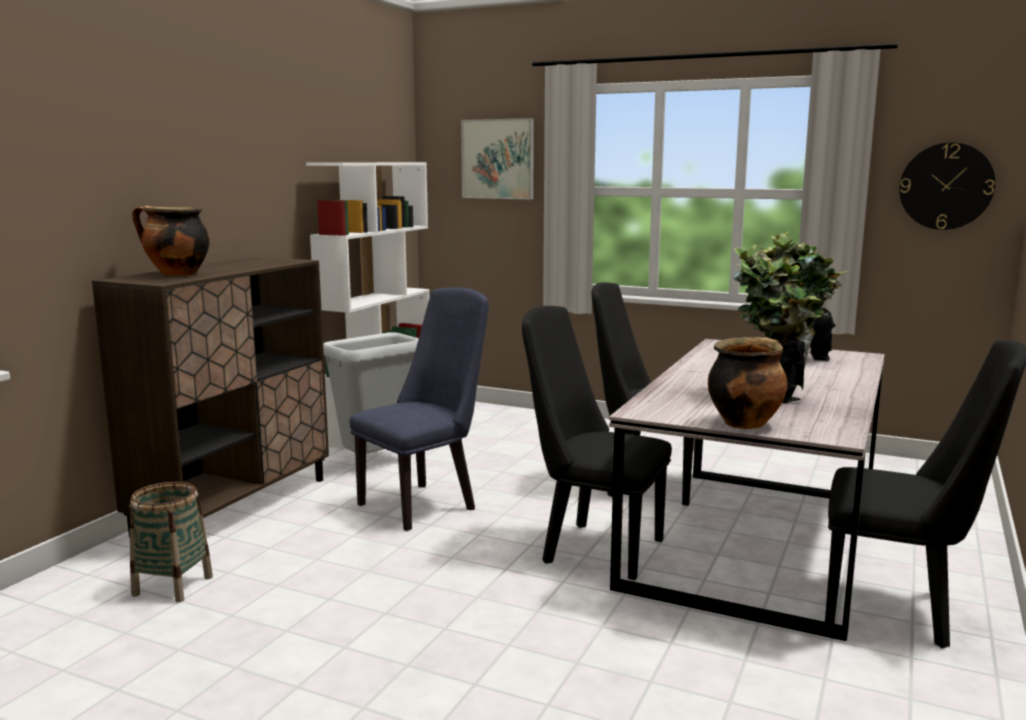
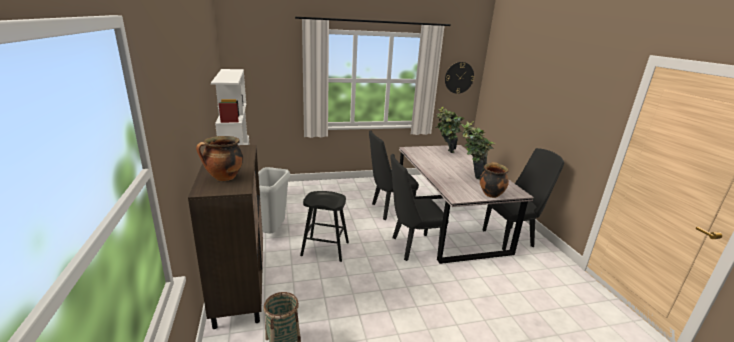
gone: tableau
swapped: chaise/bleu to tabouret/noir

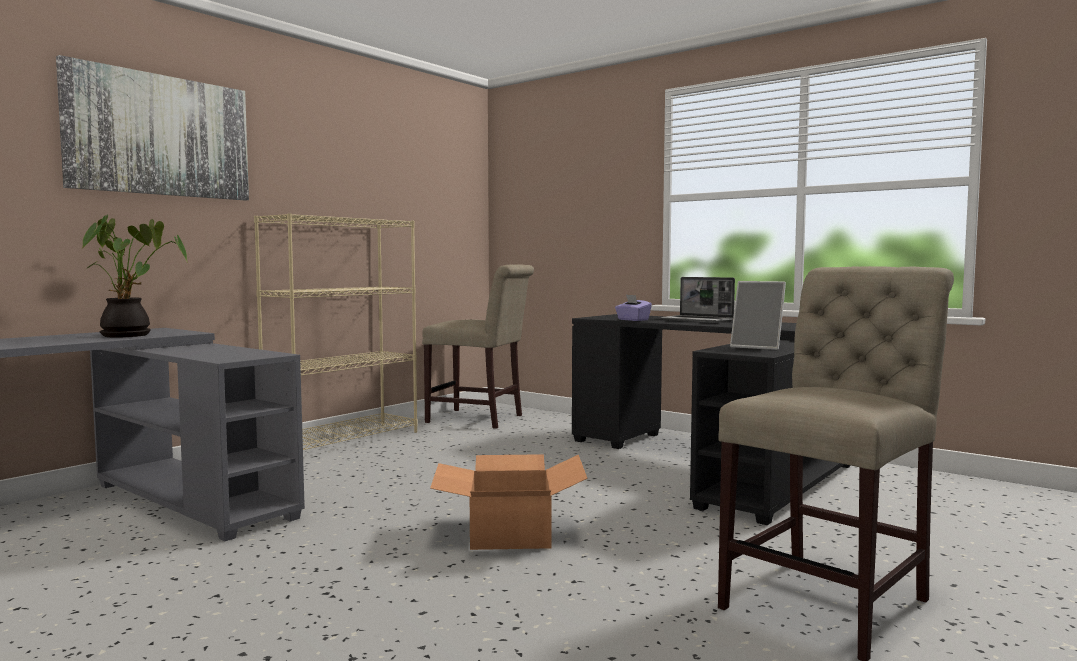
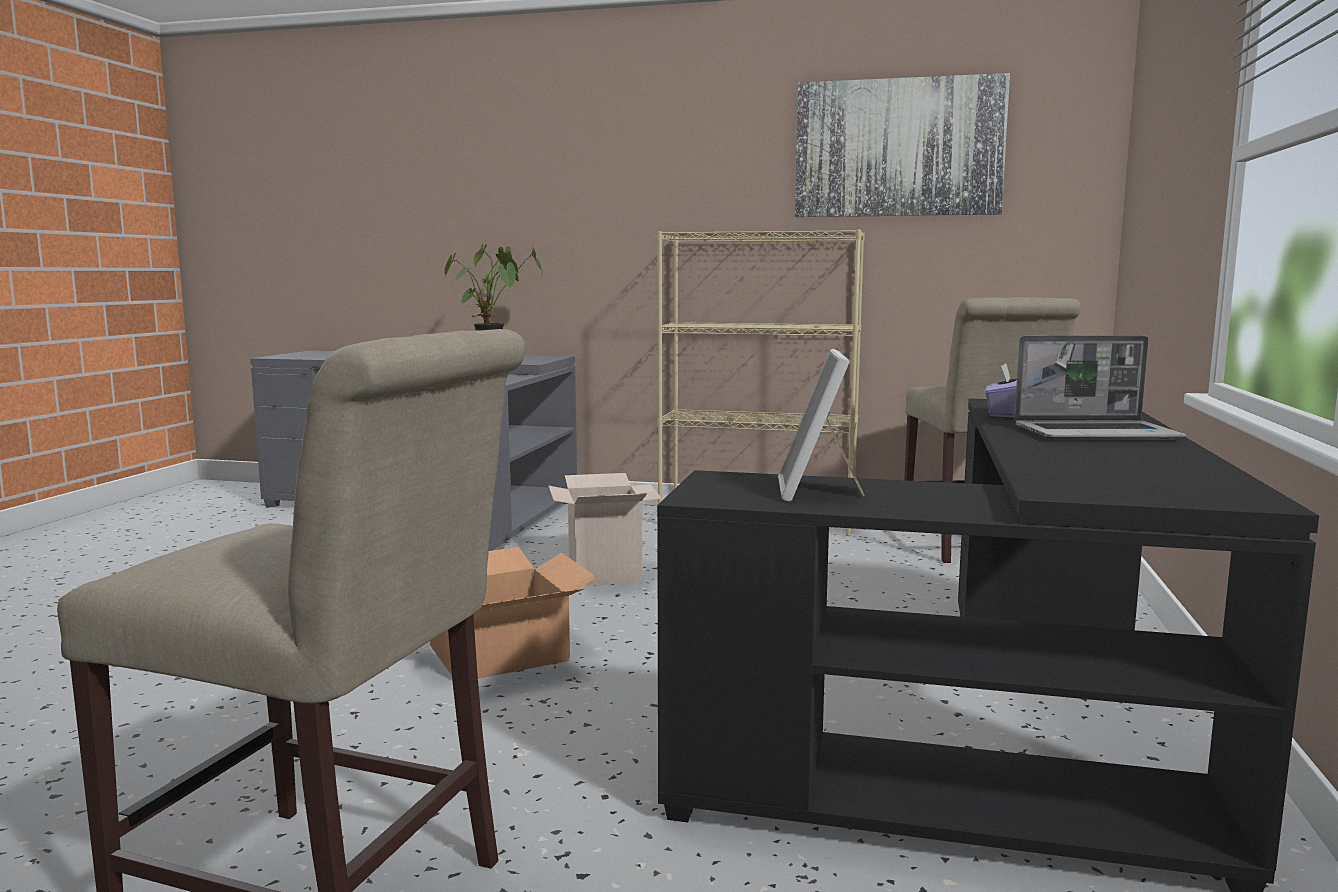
new: carton (no. 2 from left)
shifted: tableau
rotated: ordinateur portable 105 degrees counterclockwise

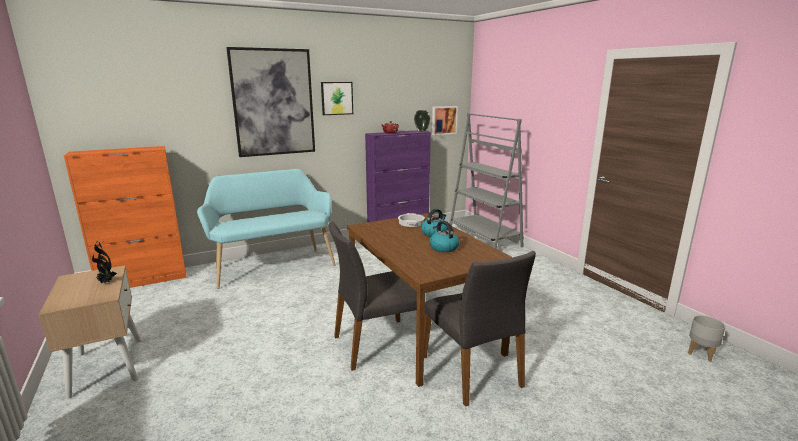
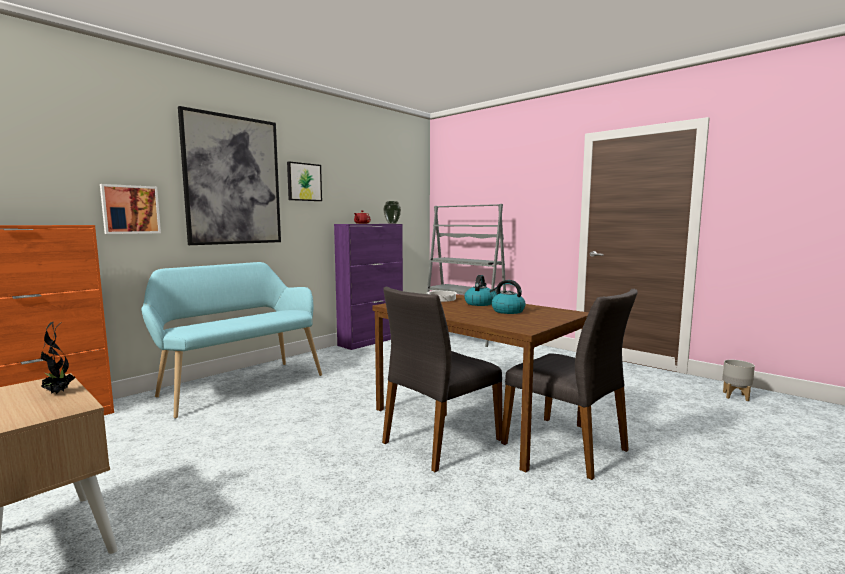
shifted: tableau (no. 3 from left in the first image) to tableau (no. 1 from left)

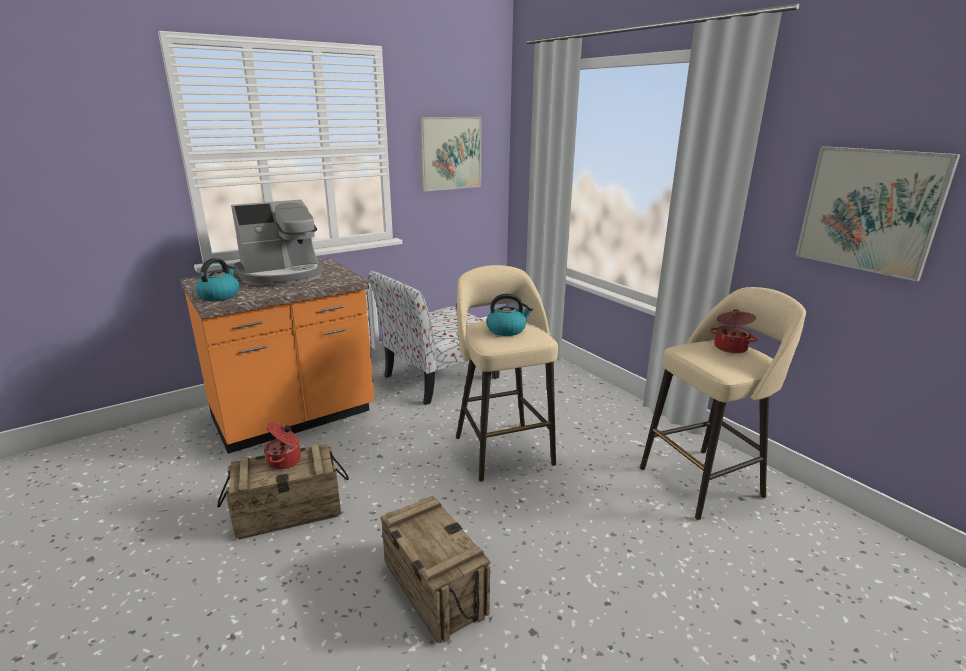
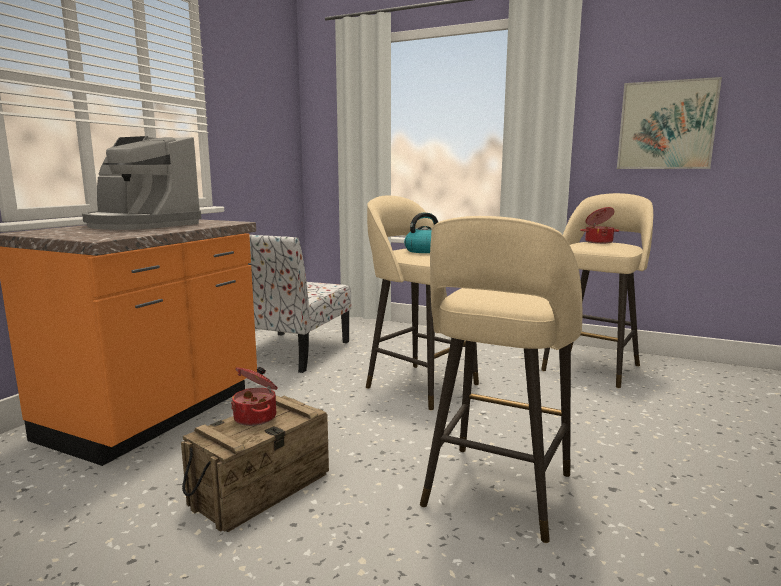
gone: bouilloire (no. 1 from left); tableau (no. 1 from left)
swapped: caisse (no. 2 from left) to tabouret/beige (no. 2 from left)
rotated: machine à café 90 degrees clockwise

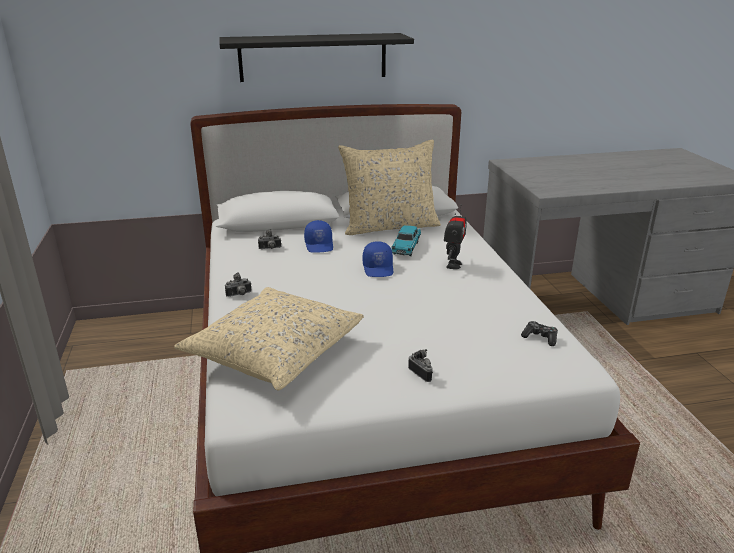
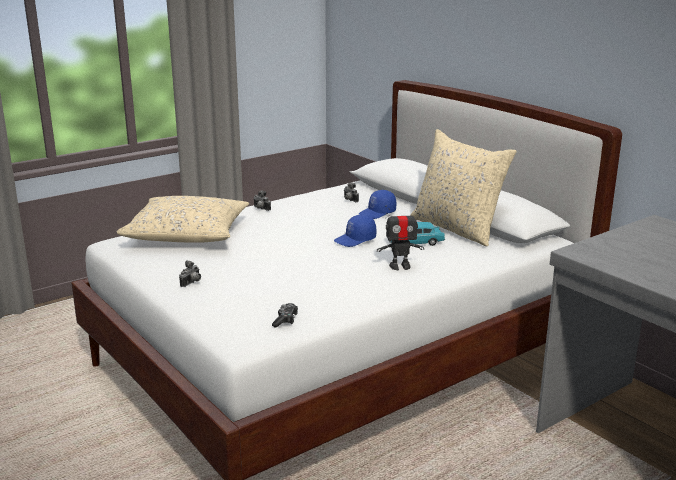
gone: étagère/noir

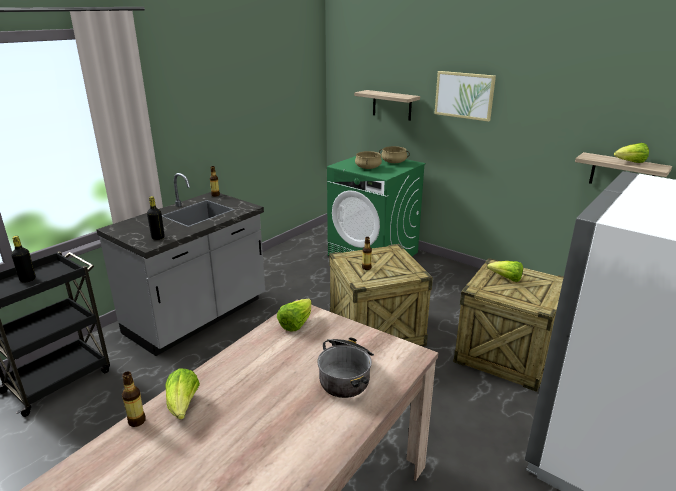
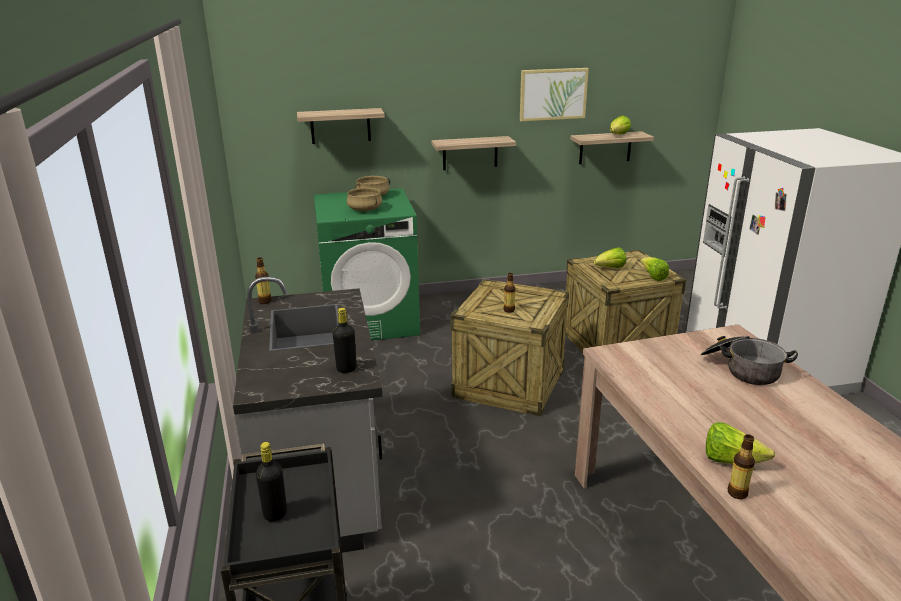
new: étagère (no. 2 from left)
shifted: laitue (no. 2 from left in the first image) to laitue (no. 3 from left); tableau

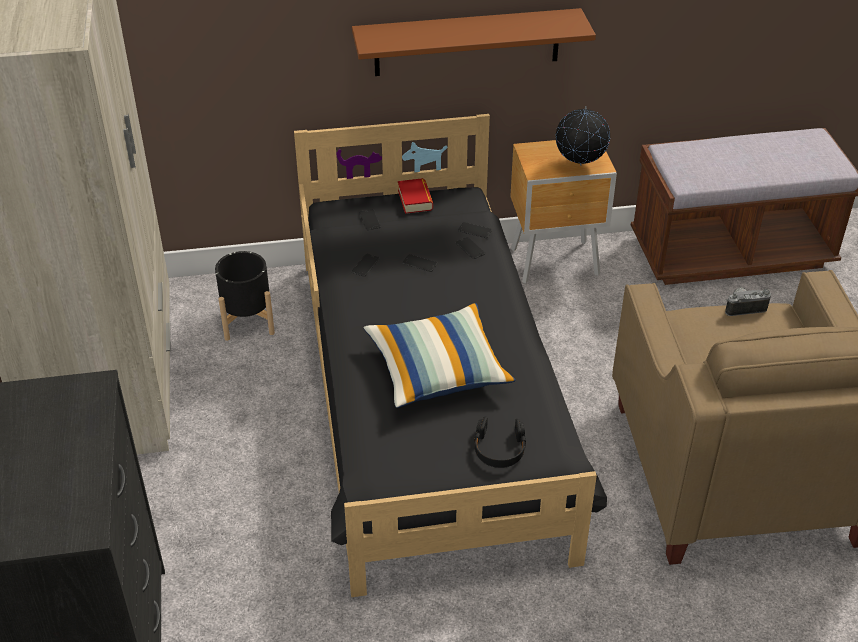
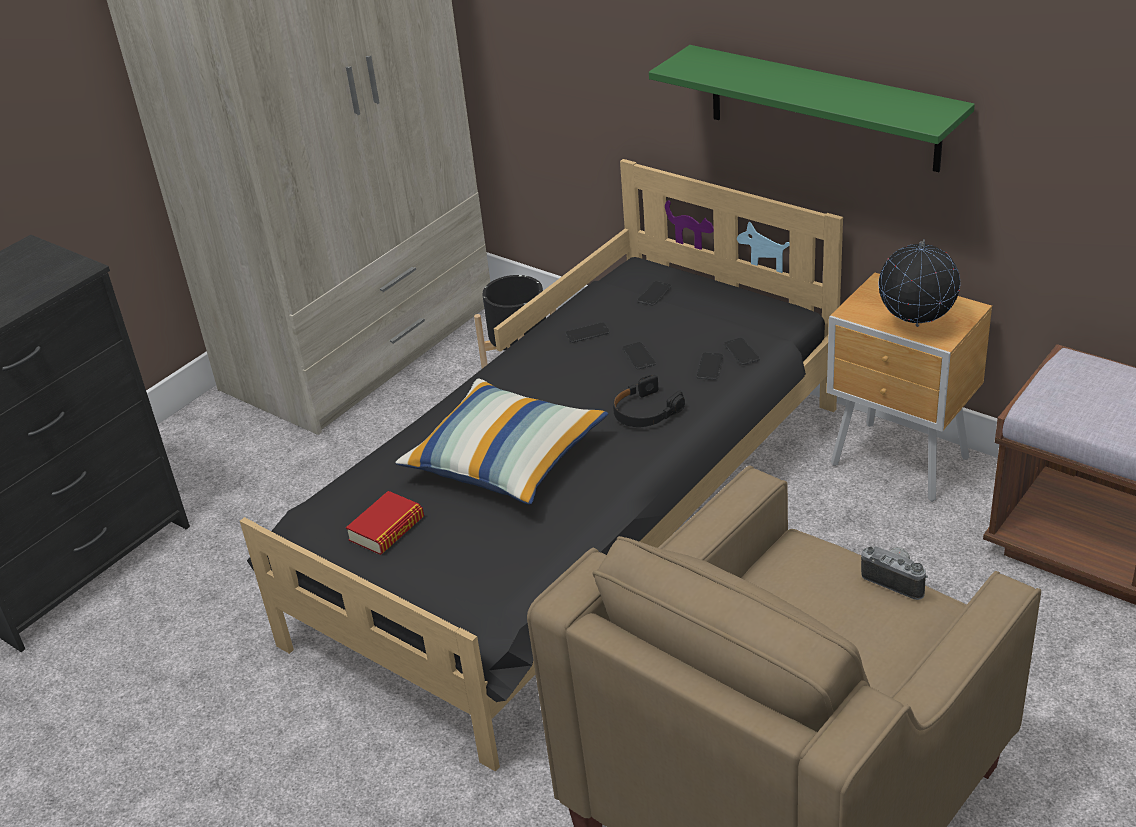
shifted: livre; casque audio/noir
repainted: étagère/marron to étagère/vert

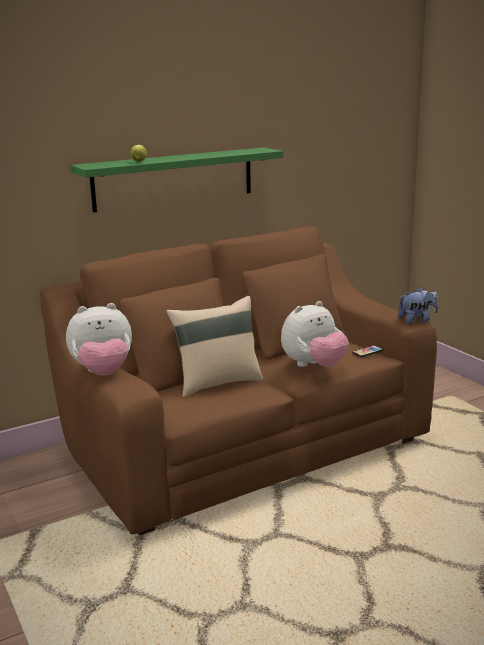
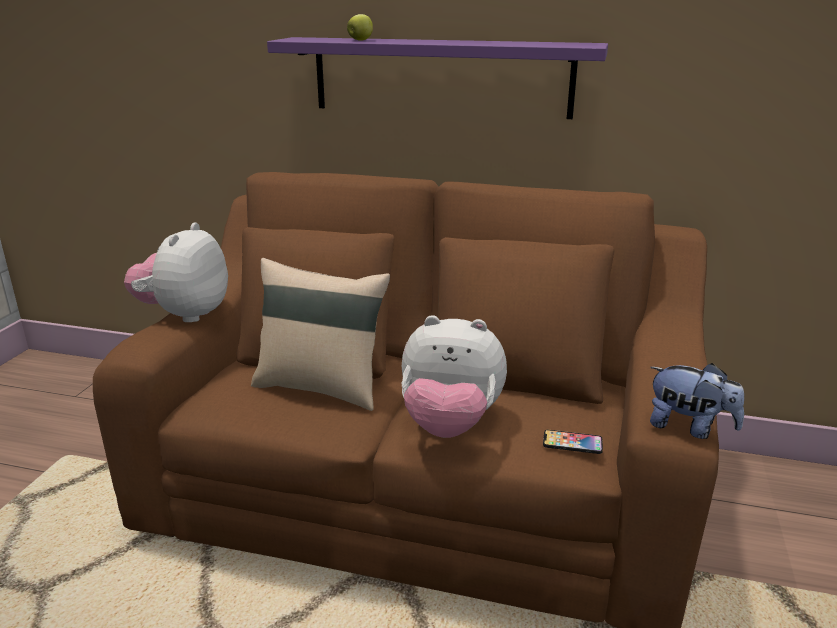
repainted: étagère/vert to étagère/violet
rotated: peluche (no. 1 from left) 75 degrees clockwise

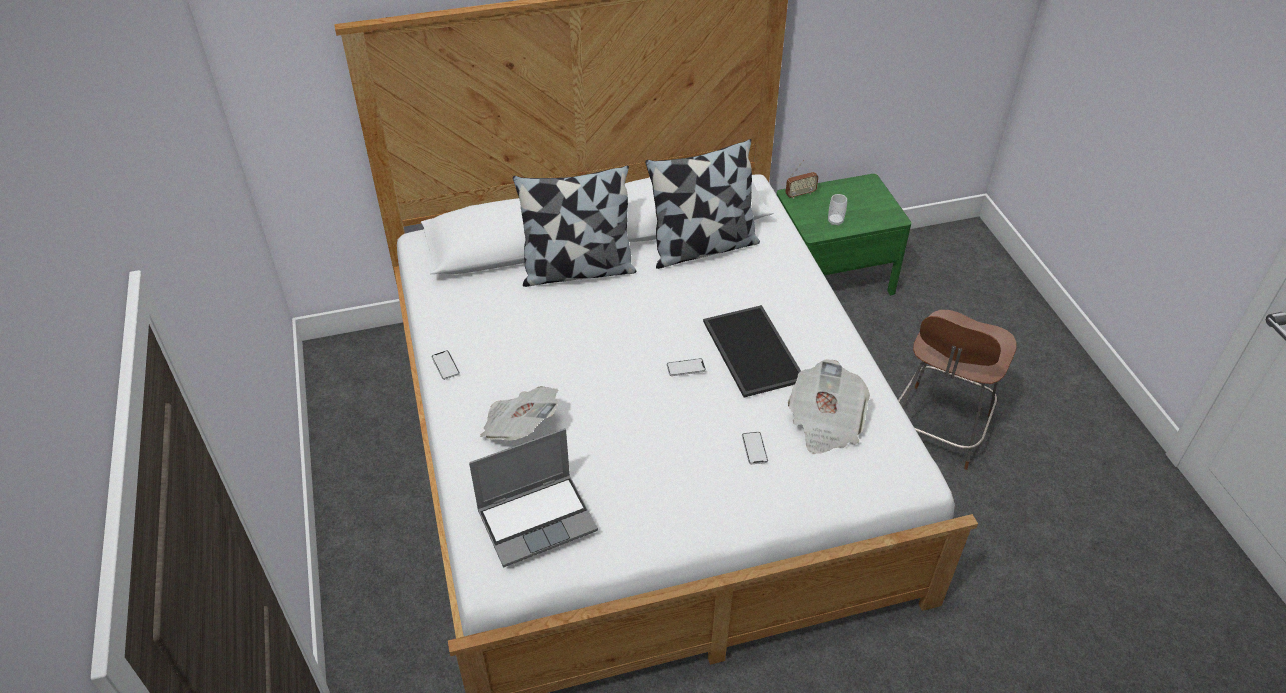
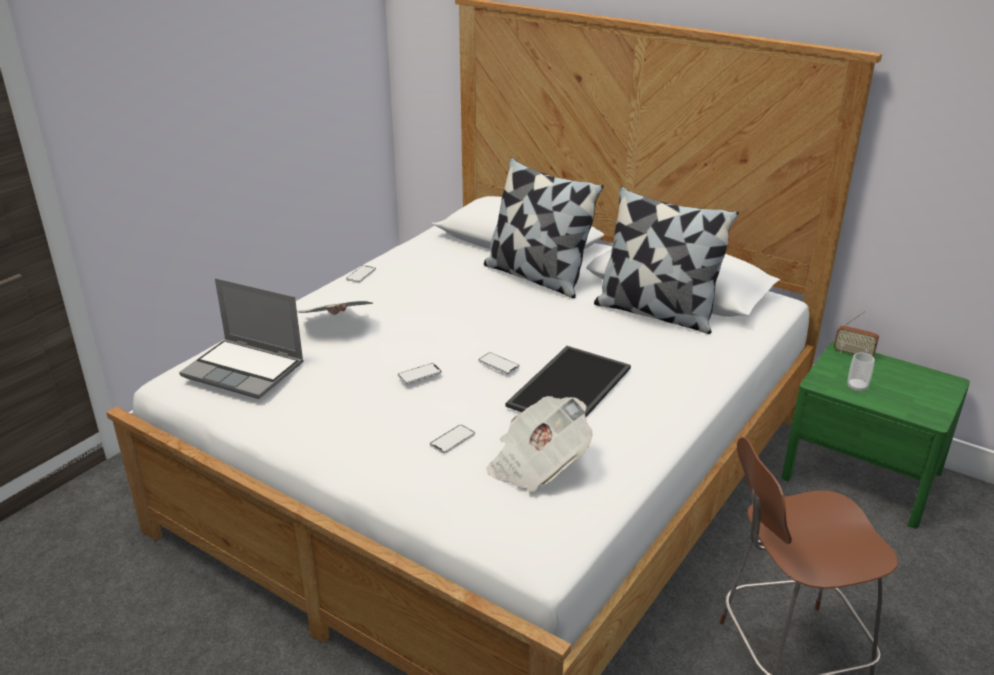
new: téléphone (no. 2 from left)

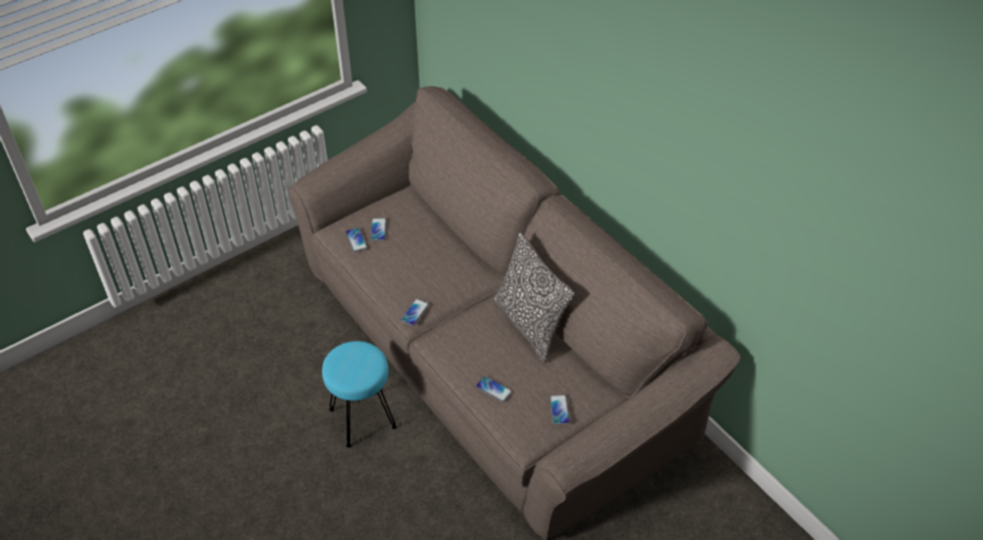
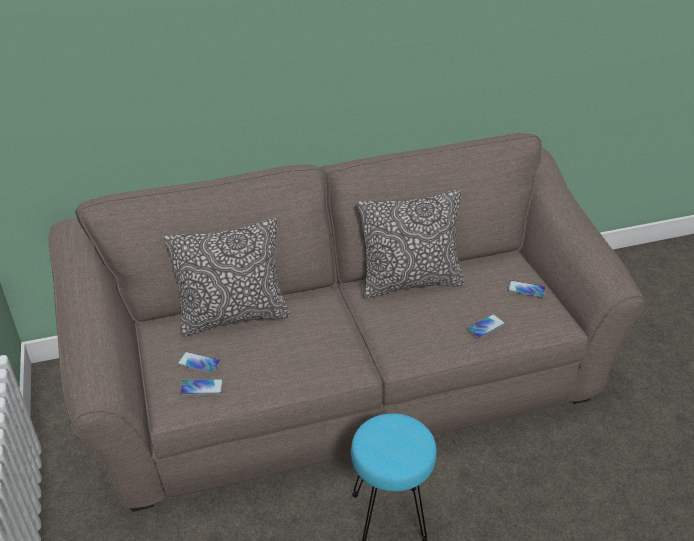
gone: téléphone (no. 3 from left)
new: coussin (no. 1 from left)

